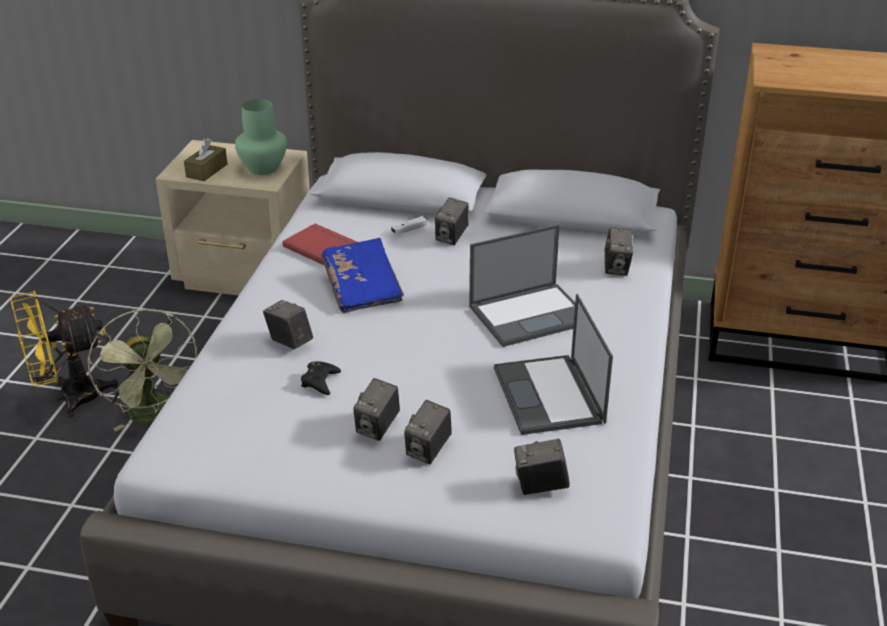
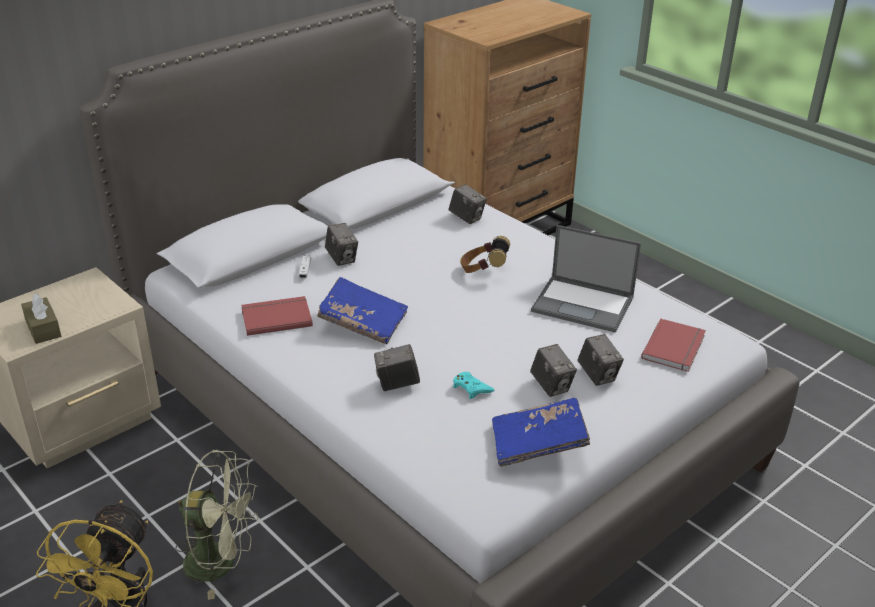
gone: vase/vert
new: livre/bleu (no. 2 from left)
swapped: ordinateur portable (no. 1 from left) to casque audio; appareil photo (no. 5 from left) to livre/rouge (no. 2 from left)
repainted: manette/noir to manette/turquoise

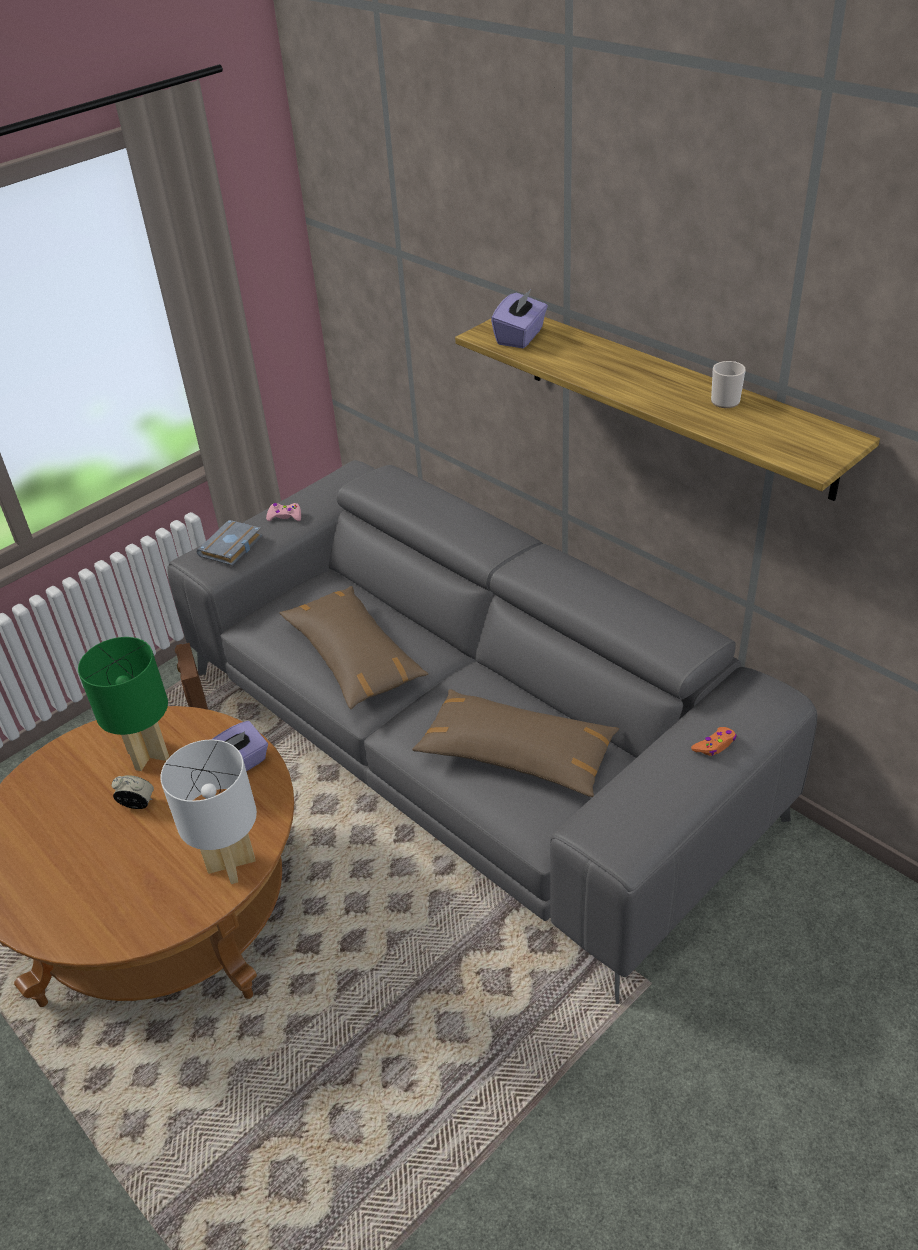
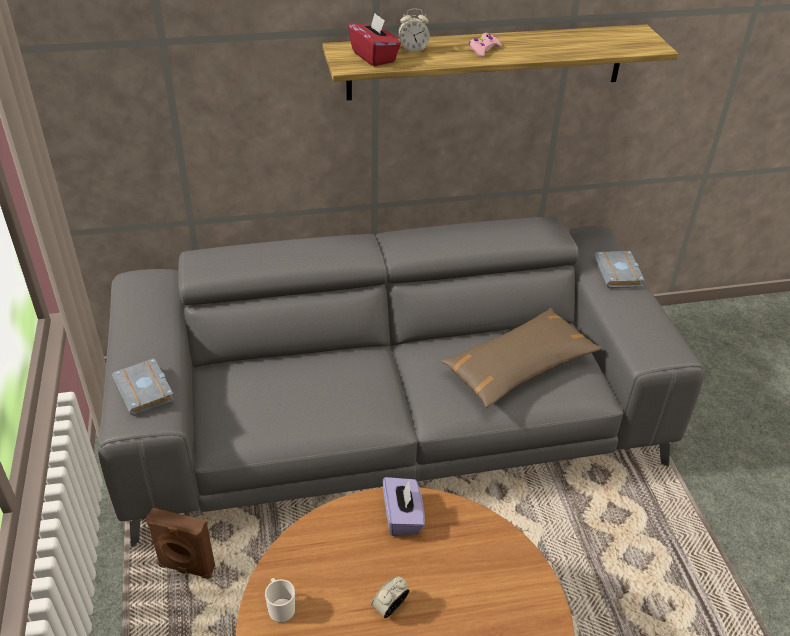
gone: lampe de table/vert; lampe de table/blanc; coussin/marron (no. 1 from left)
new: réveil (no. 2 from left)
shifted: manette/rose; mug
swapped: manette/orange to livre/gris (no. 2 from left)
repainted: boîte à mouchoirs/violet (no. 2 from left) to boîte à mouchoirs/rouge

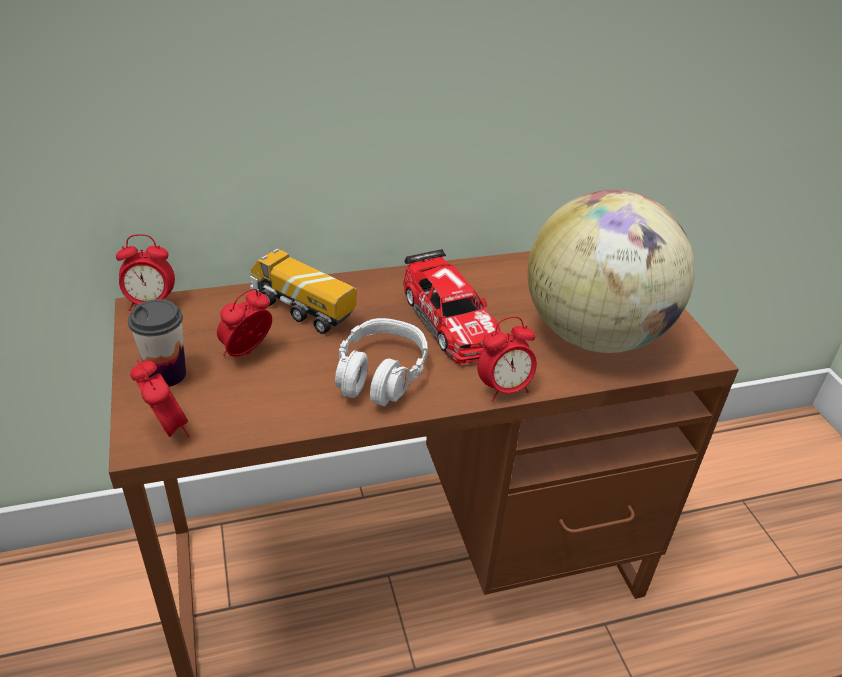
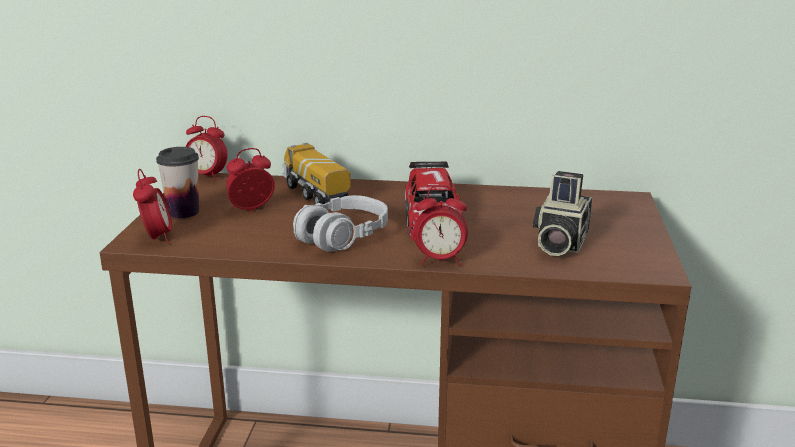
swapped: globe to appareil photo

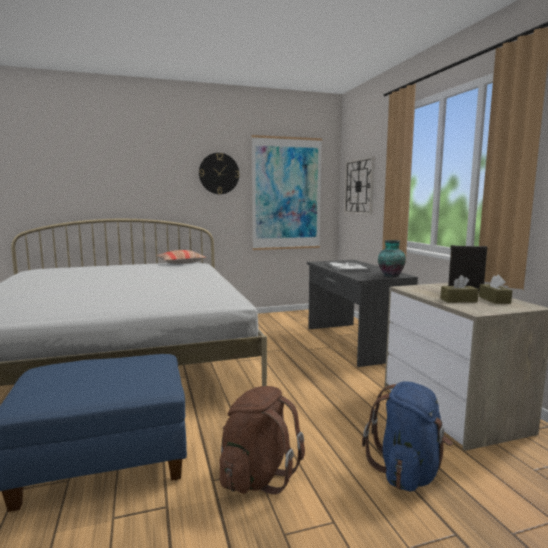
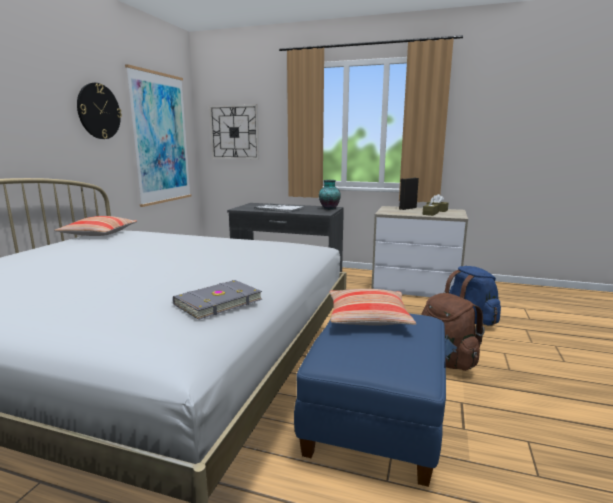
new: livre/gris; coussin (no. 2 from left)

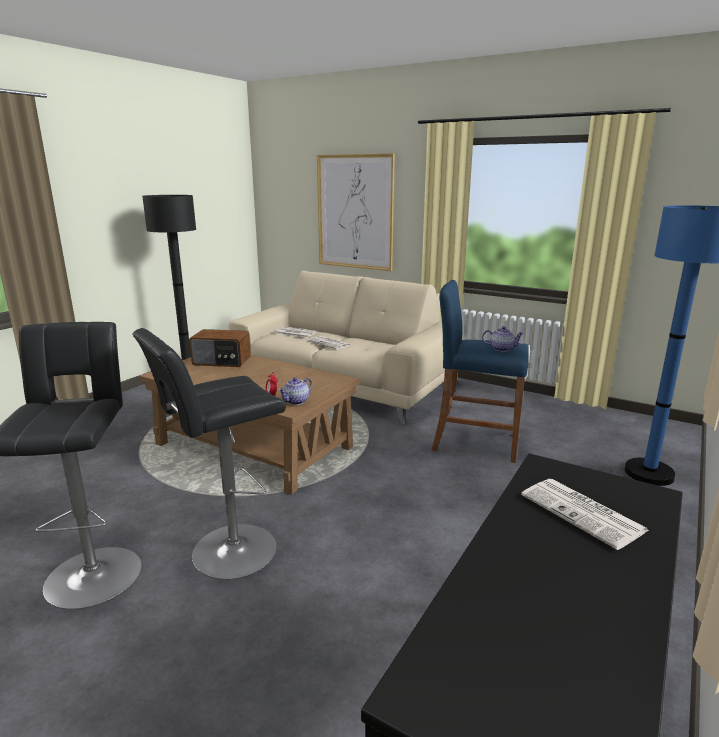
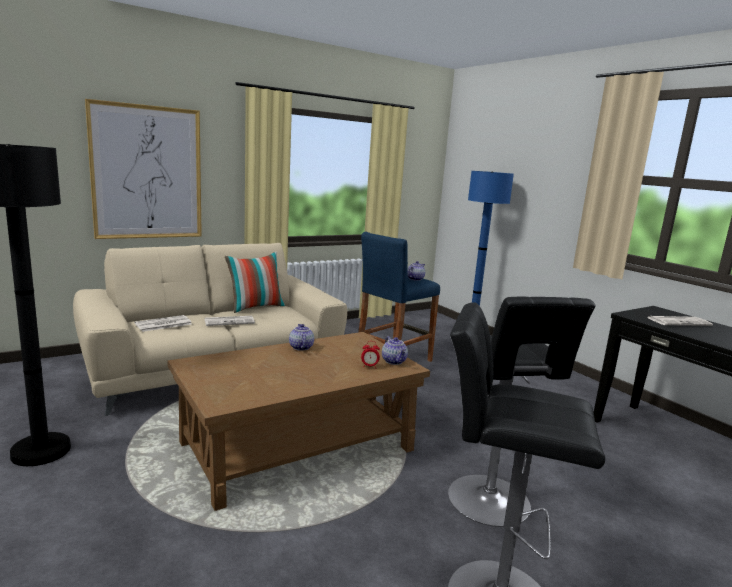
gone: radio
new: coussin; théière (no. 1 from left)

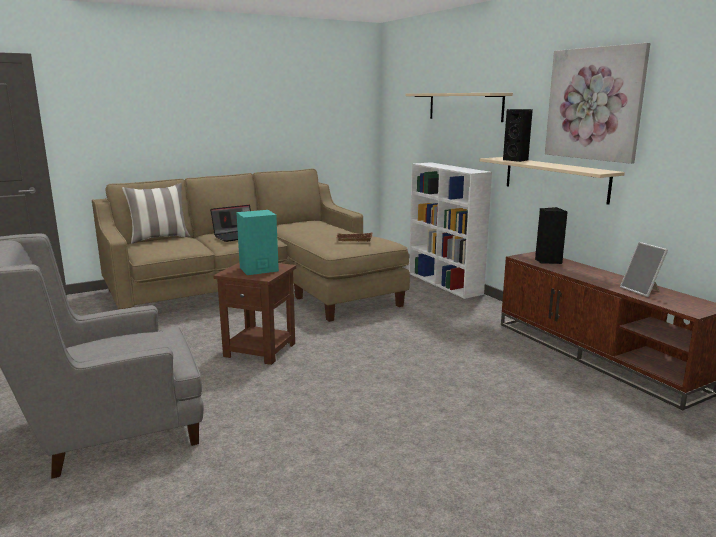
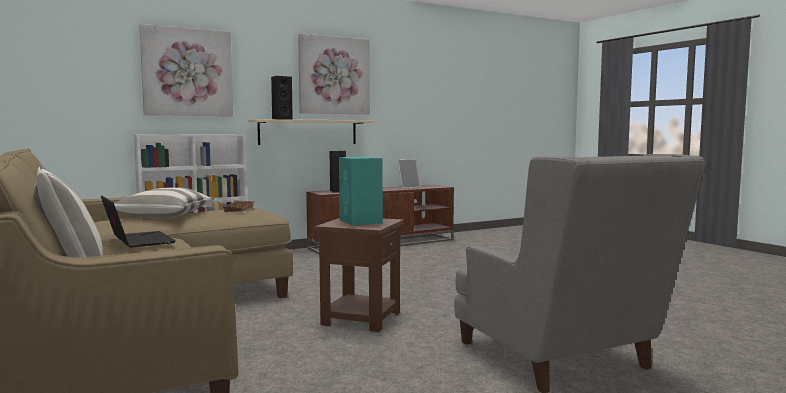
new: coussin (no. 2 from left)
swapped: étagère/beige (no. 1 from left) to tableau (no. 1 from left)

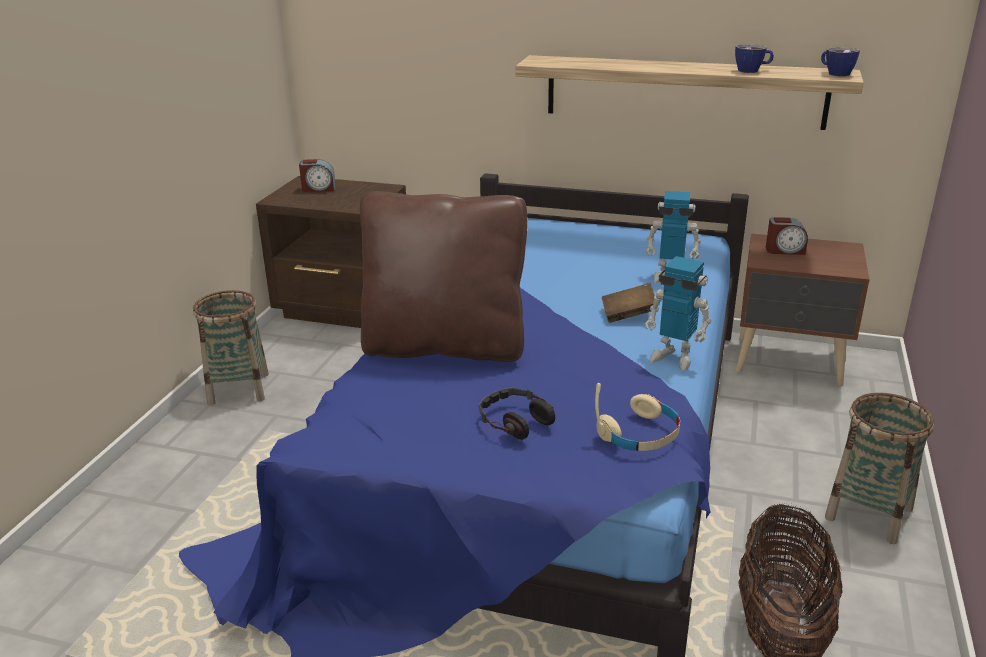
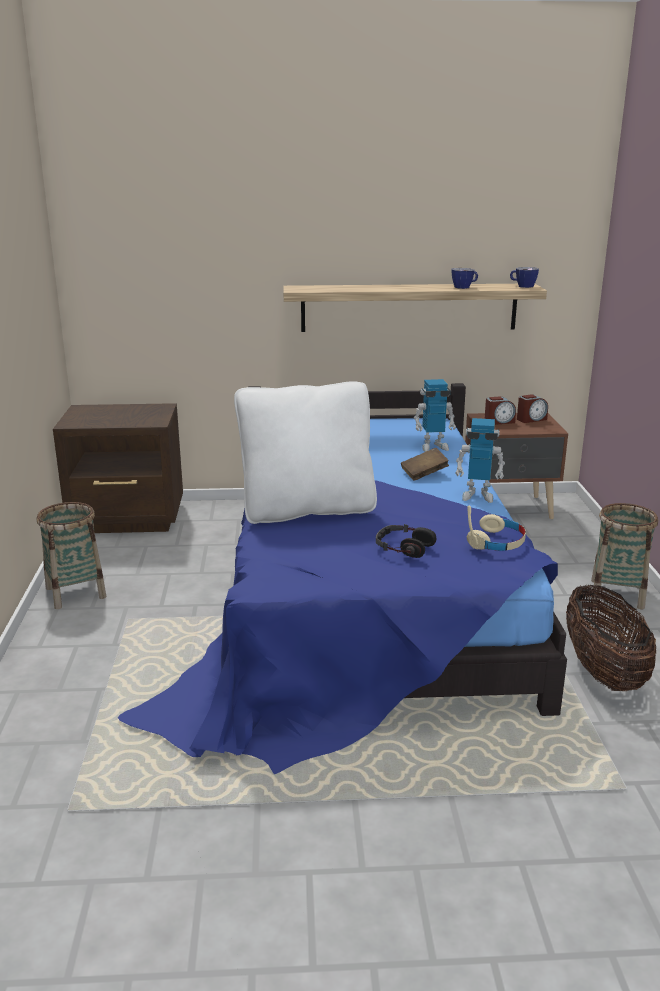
shifted: réveil (no. 1 from left in the first image) to réveil (no. 2 from left)
repainted: coussin/marron to coussin/blanc

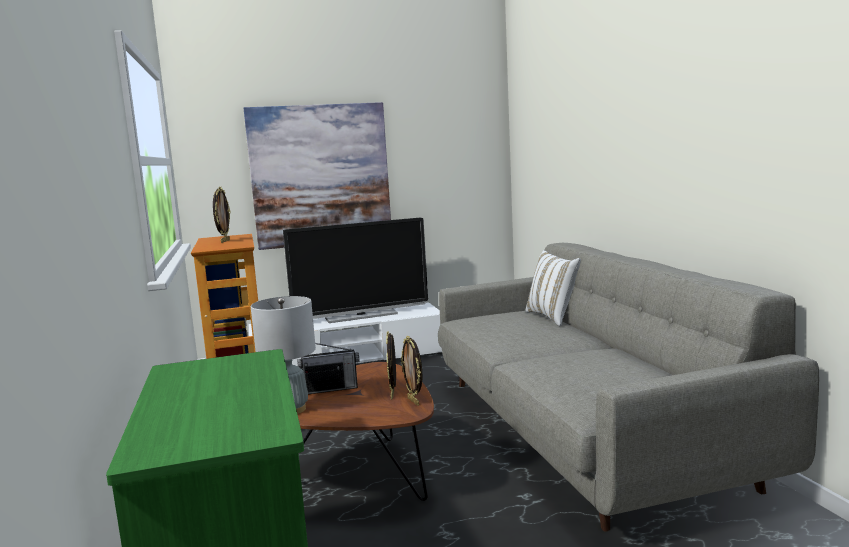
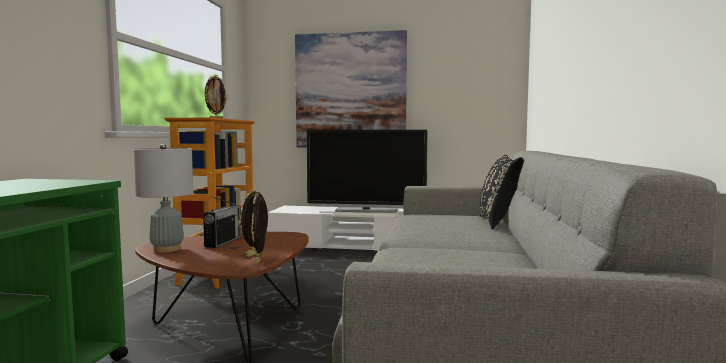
repainted: coussin/blanc to coussin/noir
rotated: radio 90 degrees counterclockwise

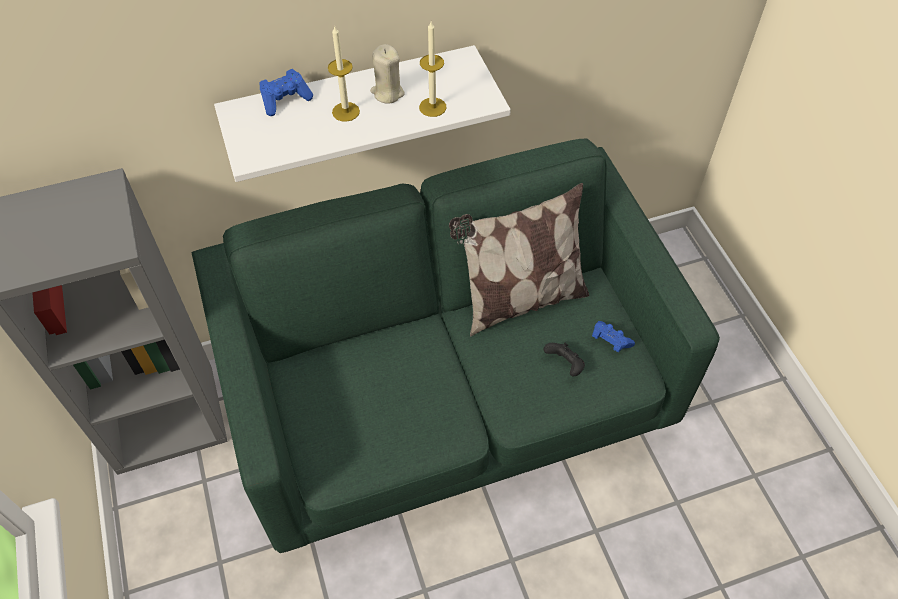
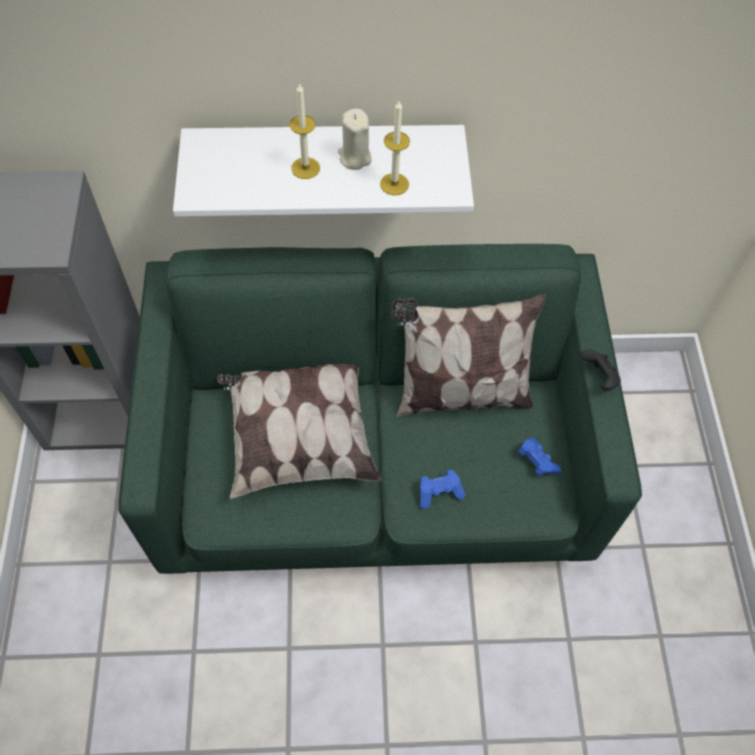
new: coussin (no. 1 from left)
shifted: manette/bleu (no. 1 from left); manette/noir

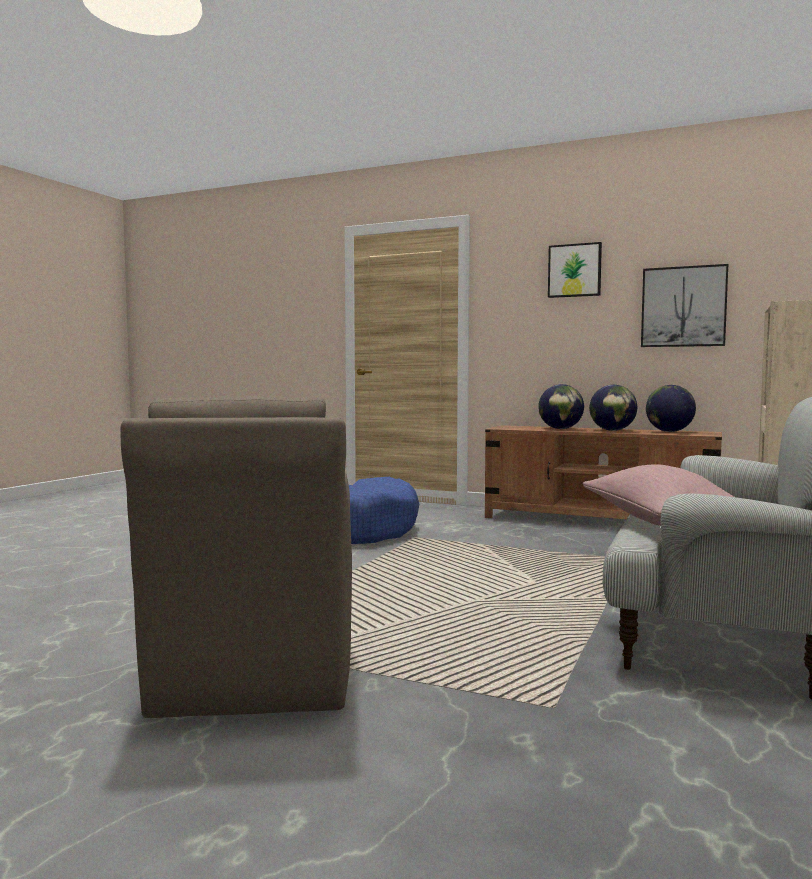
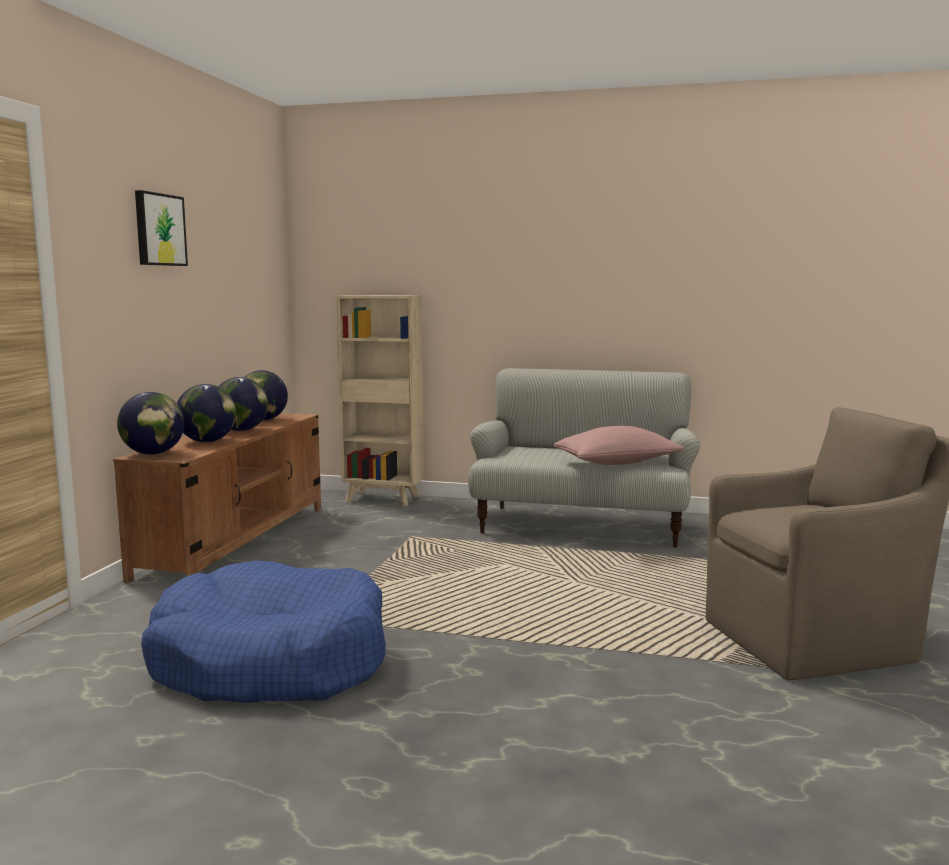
gone: tableau (no. 2 from left)
new: globe (no. 1 from left)

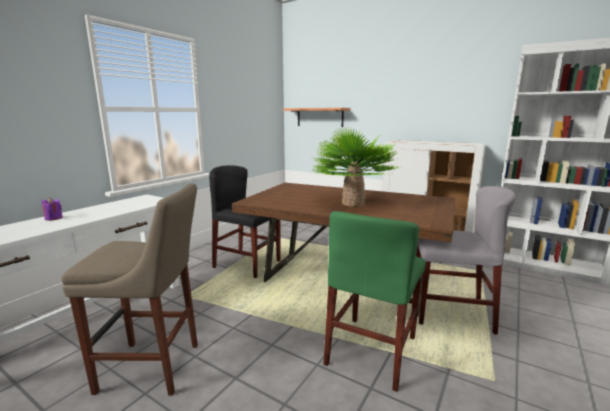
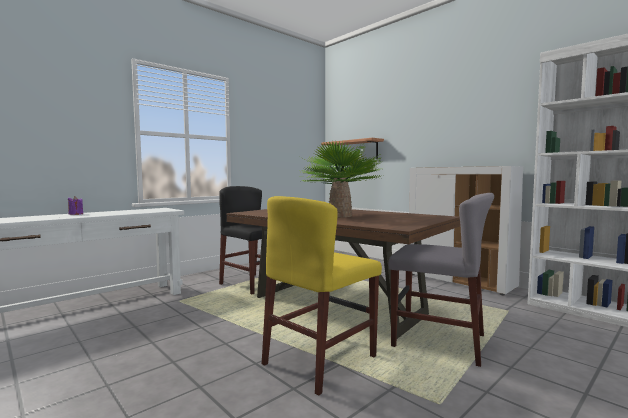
gone: tabouret/beige
repainted: chaise/vert to chaise/jaune

